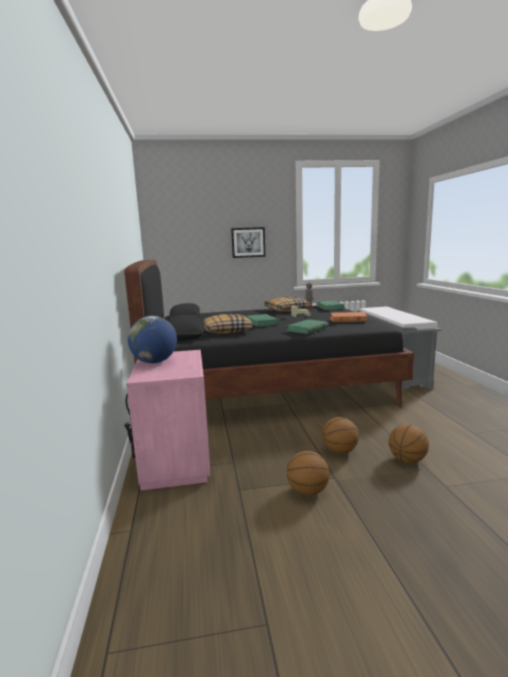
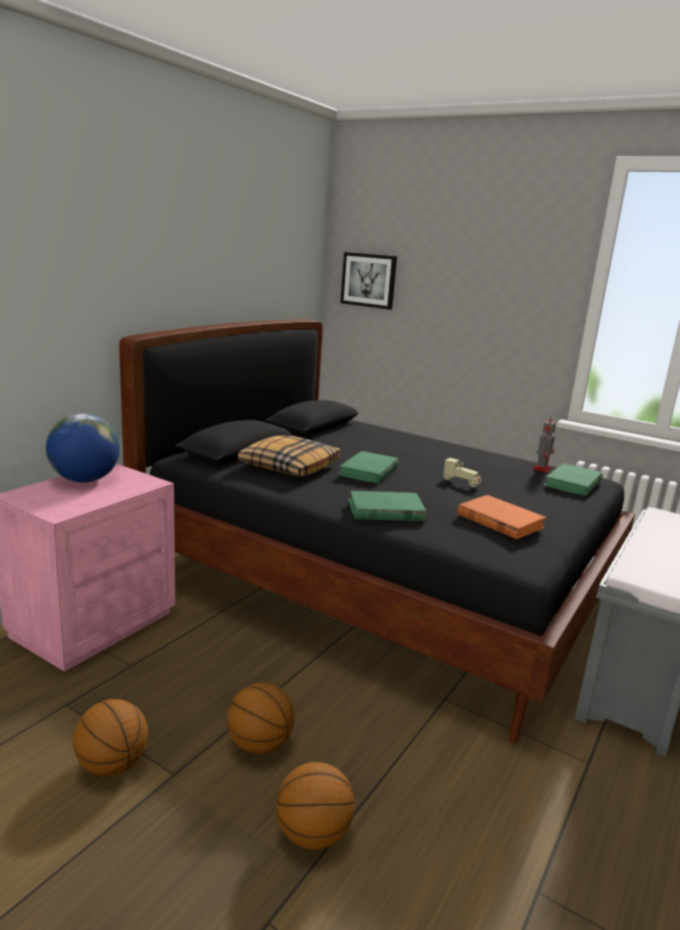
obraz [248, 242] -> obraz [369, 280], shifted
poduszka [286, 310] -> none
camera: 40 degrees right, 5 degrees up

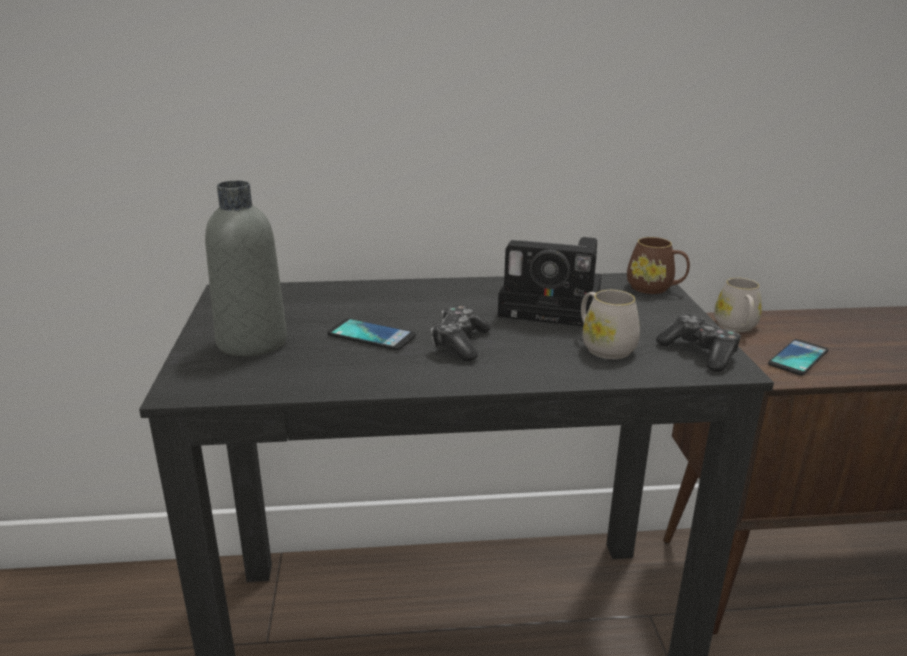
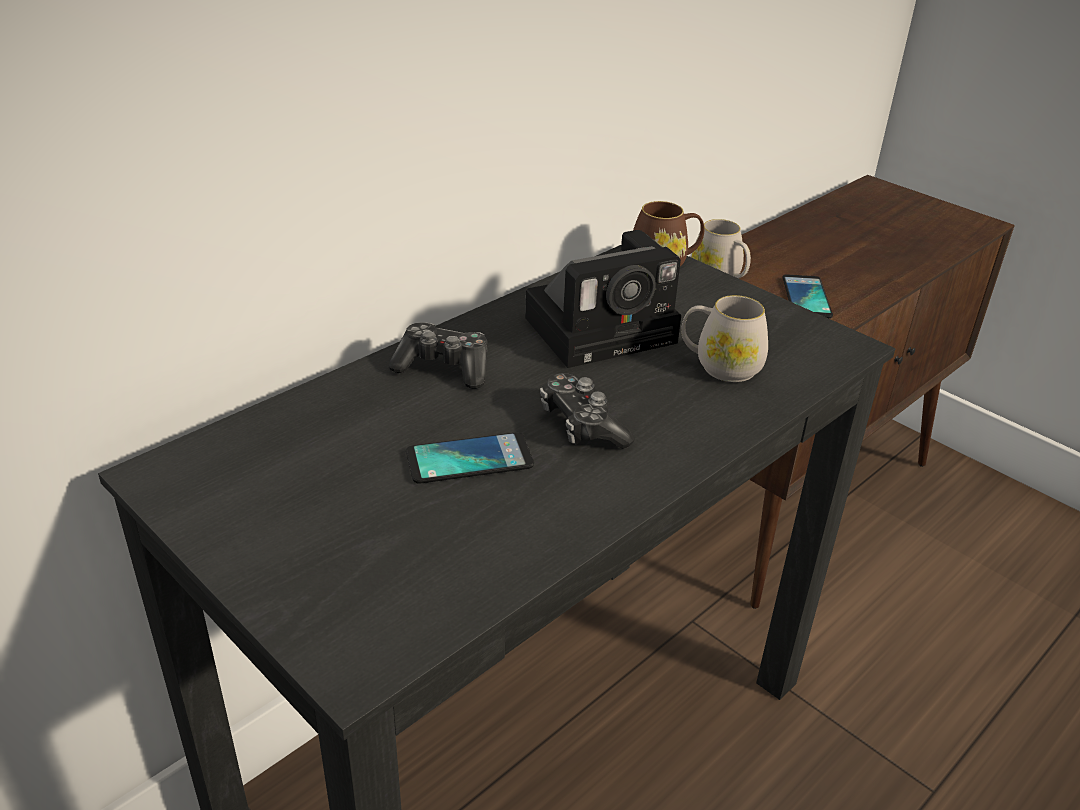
butelka [szary] [252, 342] -> none
pad do gier [699, 352] -> pad do gier [444, 367], shifted
camera: 40 degrees left, 10 degrees up

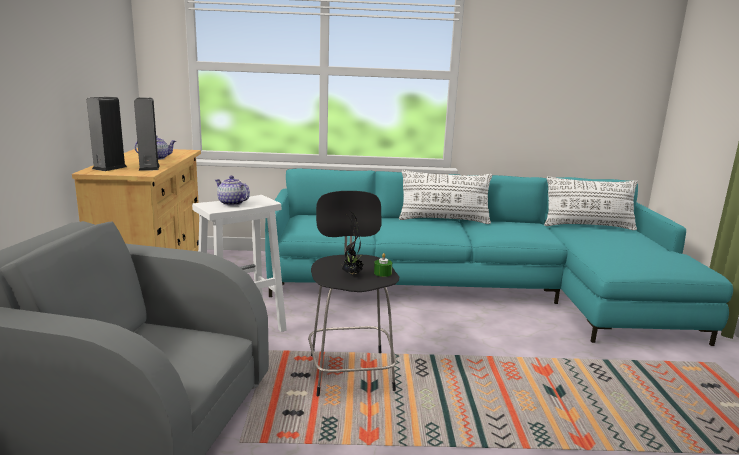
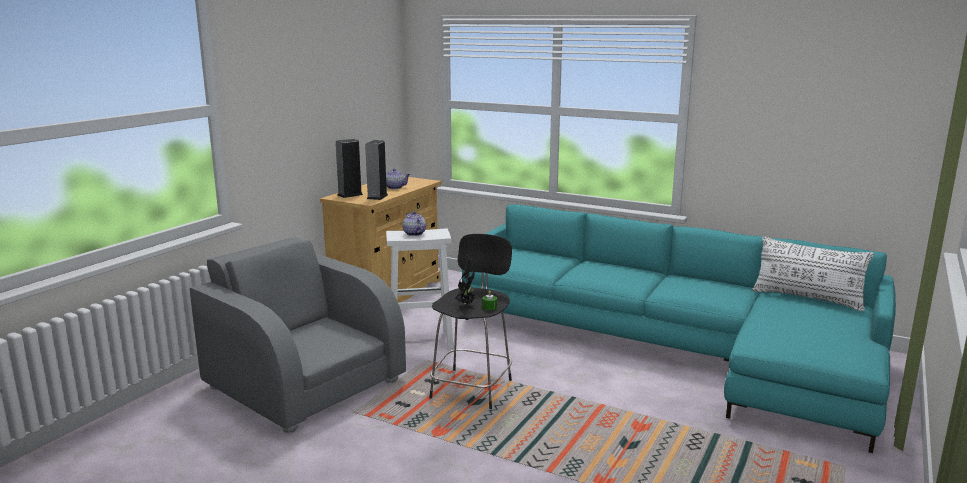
poduszka [biały] [444, 220] -> none
camera: 30 degrees right, 0 degrees up

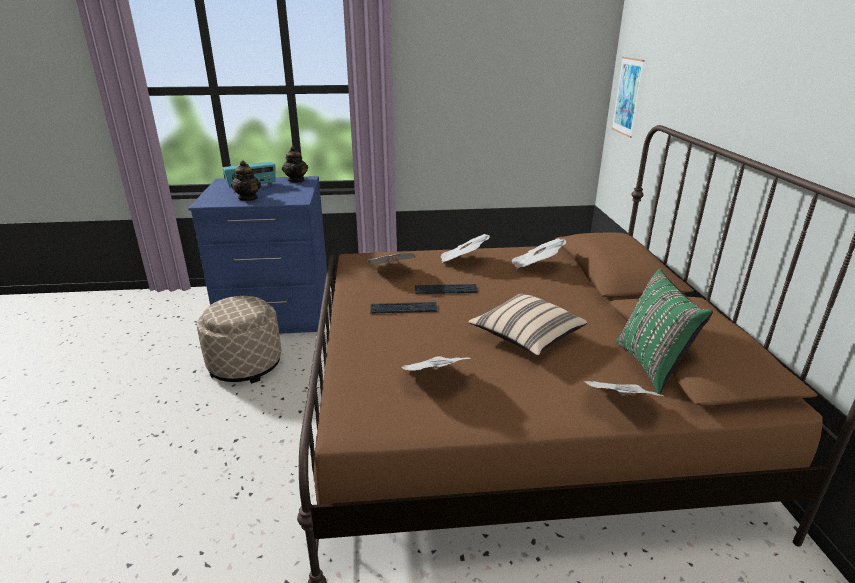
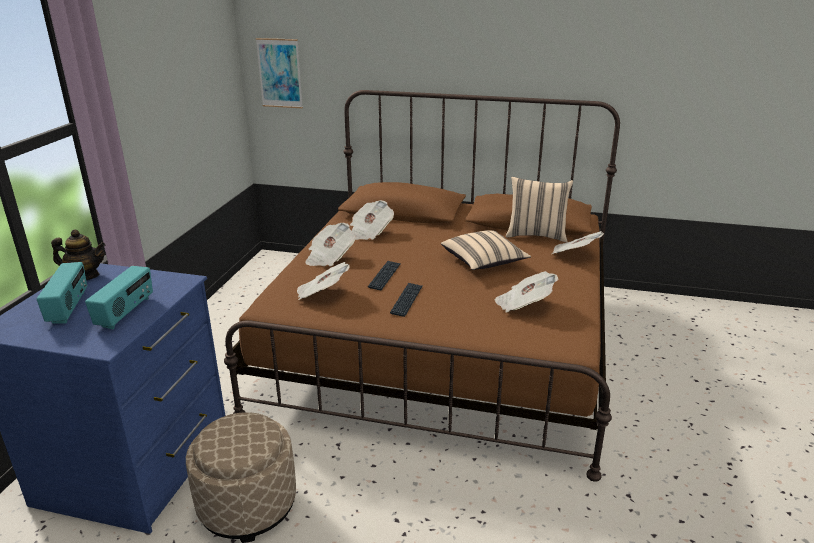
imbryk [248, 198] -> radio [126, 313]
poduszka [zielony] [652, 365] -> poduszka [beżowy] [536, 235]
camera: 70 degrees left, 0 degrees up

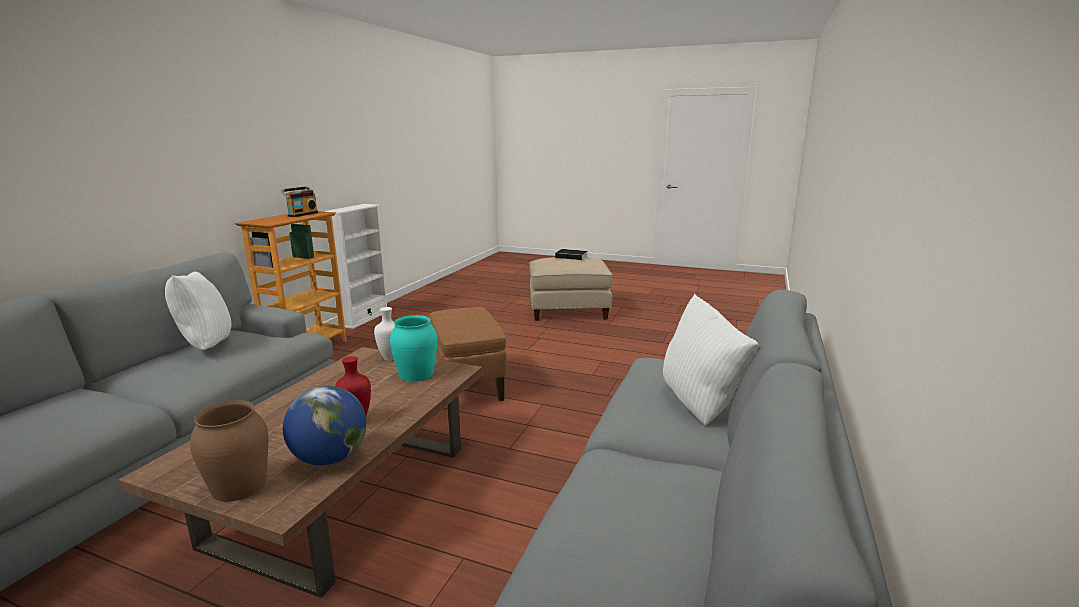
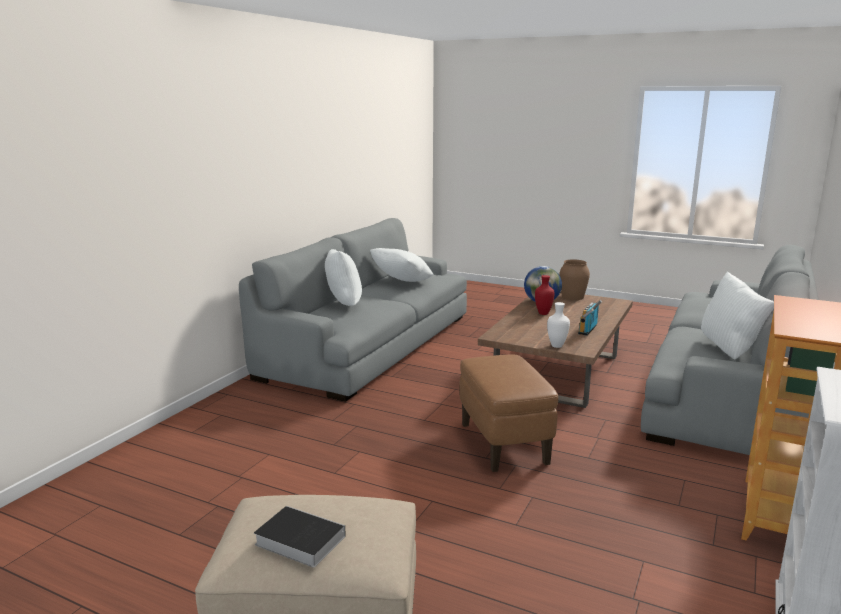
radio [302, 214] -> radio [589, 330], shifted
wazon [turkusowy] [416, 373] -> none
none -> poduszka [biały] [402, 282]
camera: 175 degrees left, 0 degrees up

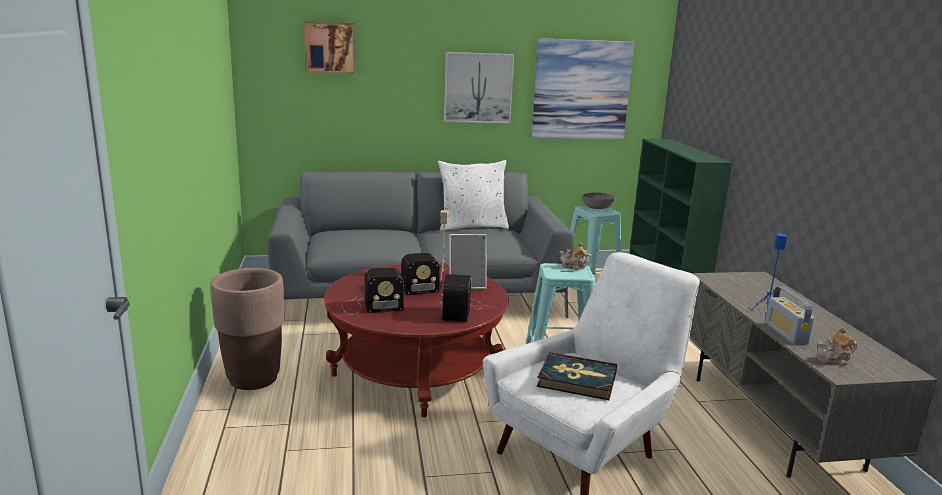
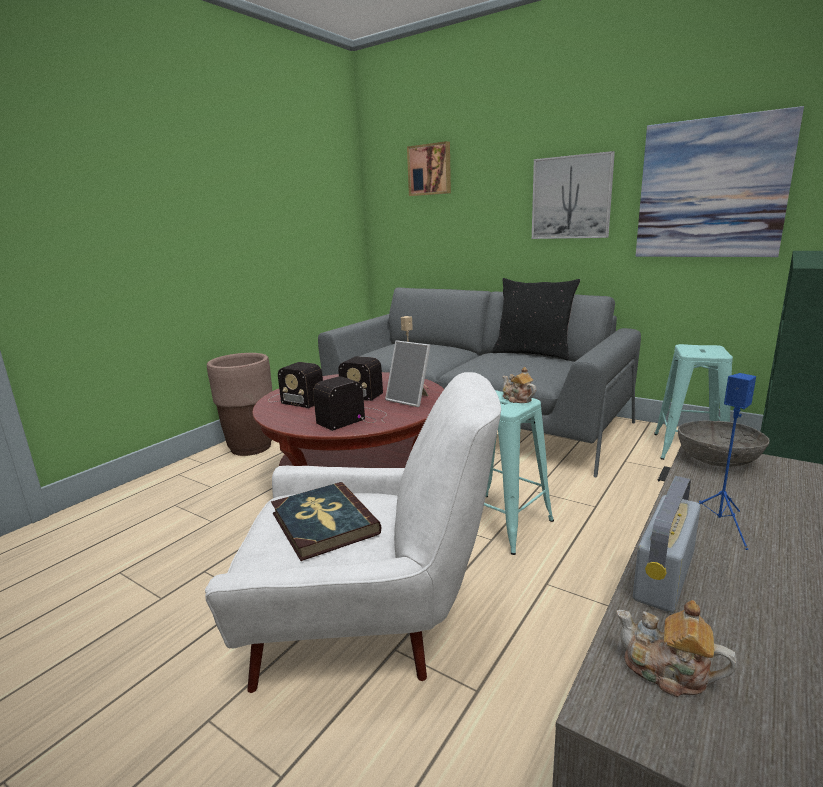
poduszka [biały] [472, 226] -> poduszka [czarny] [533, 353]
miska [szary] [597, 207] -> miska [szary] [718, 460], shifted
camera: 45 degrees right, 0 degrees up

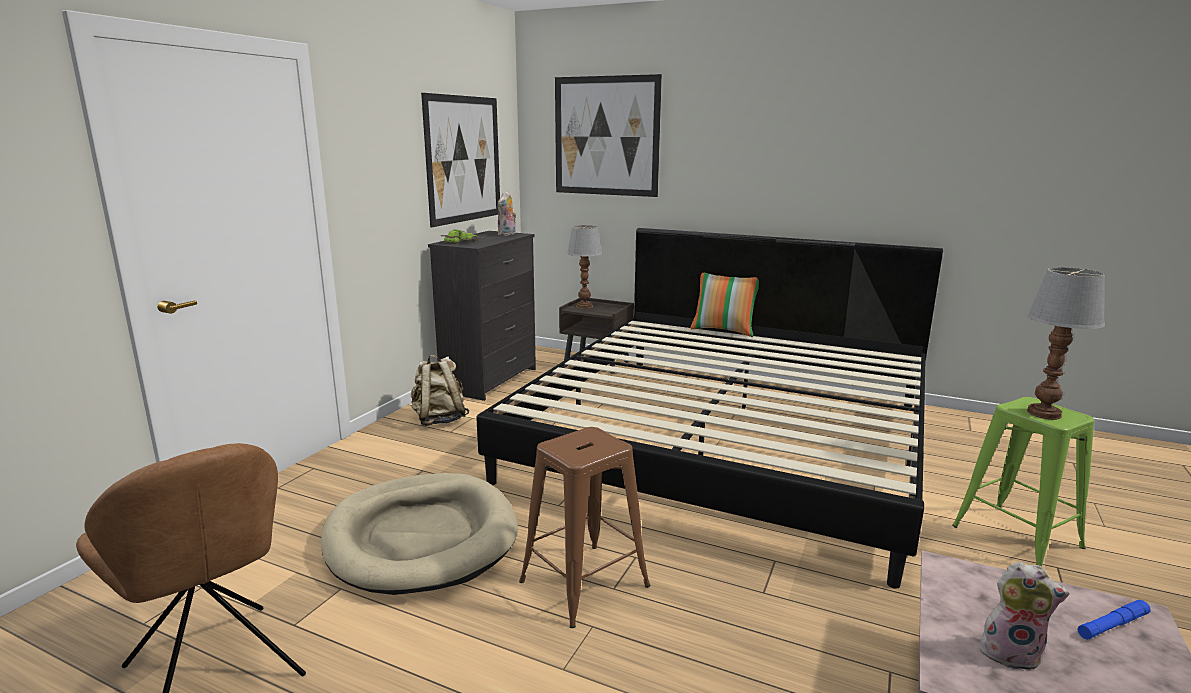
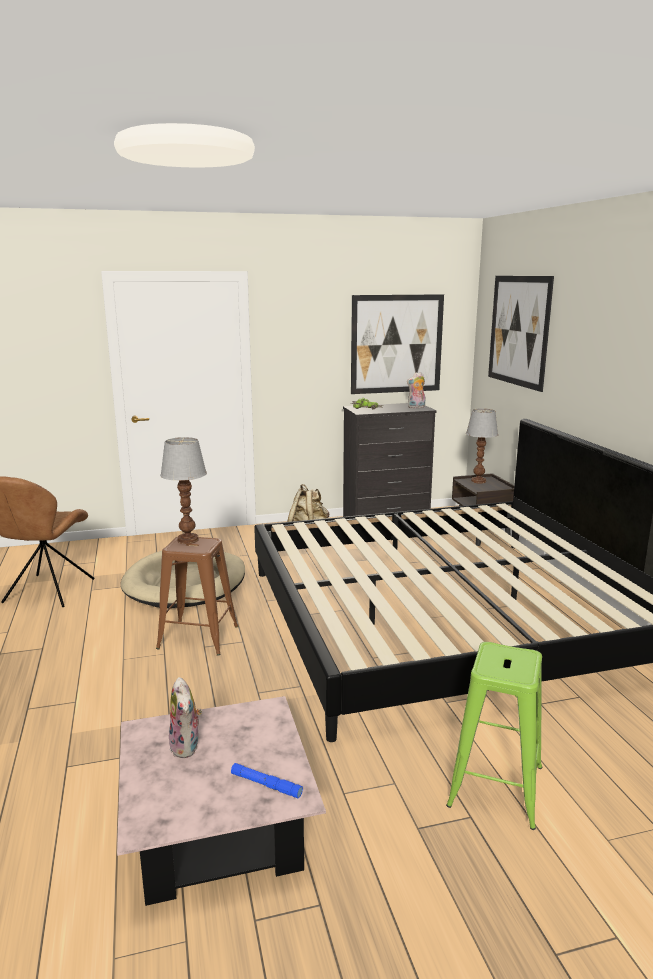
poduszka [724, 330] -> none
lampa stołowa [1045, 413] -> lampa stołowa [188, 540], shifted
camera: 50 degrees right, 0 degrees up

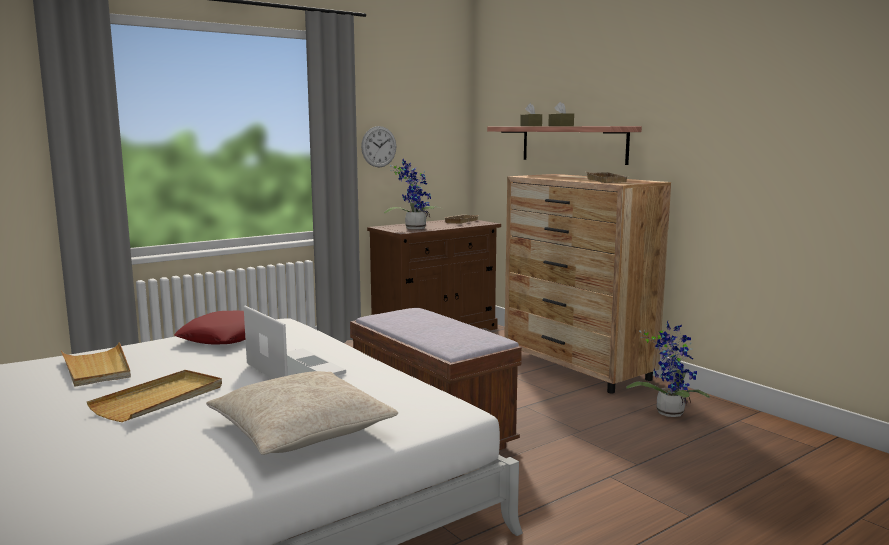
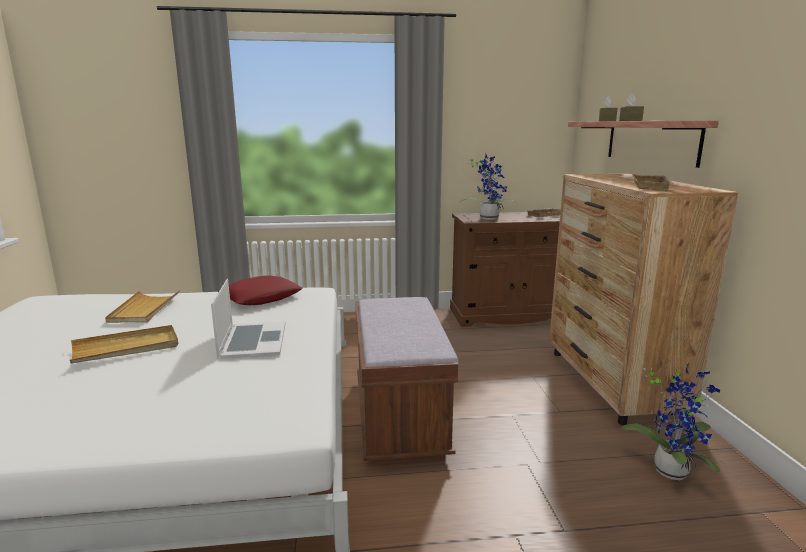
poduszka [beżowy] [301, 429] -> none
zegar ścienny [379, 146] -> none
camera: 30 degrees right, 5 degrees up

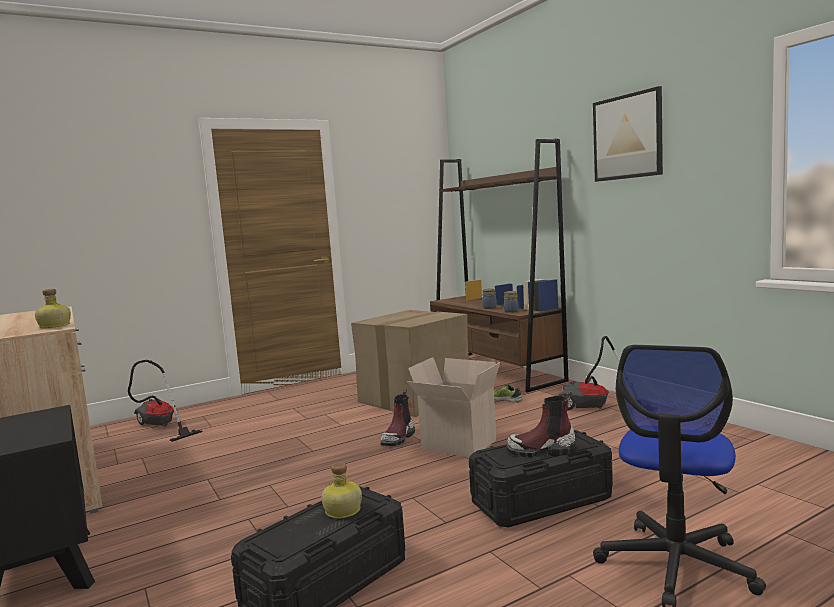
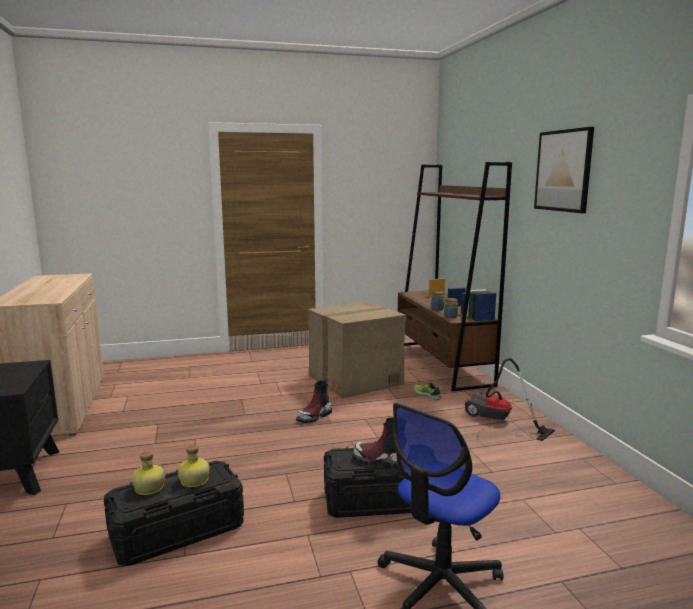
butelka [53, 326] -> butelka [148, 488], shifted
odkurzacz [160, 427] -> none
karton [457, 445] -> none
camera: 15 degrees right, 5 degrees up

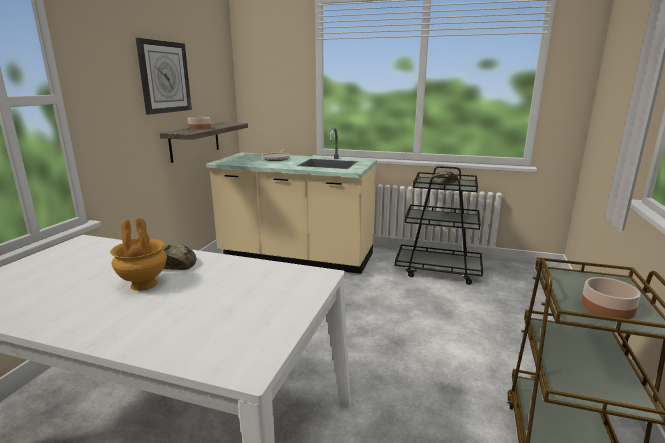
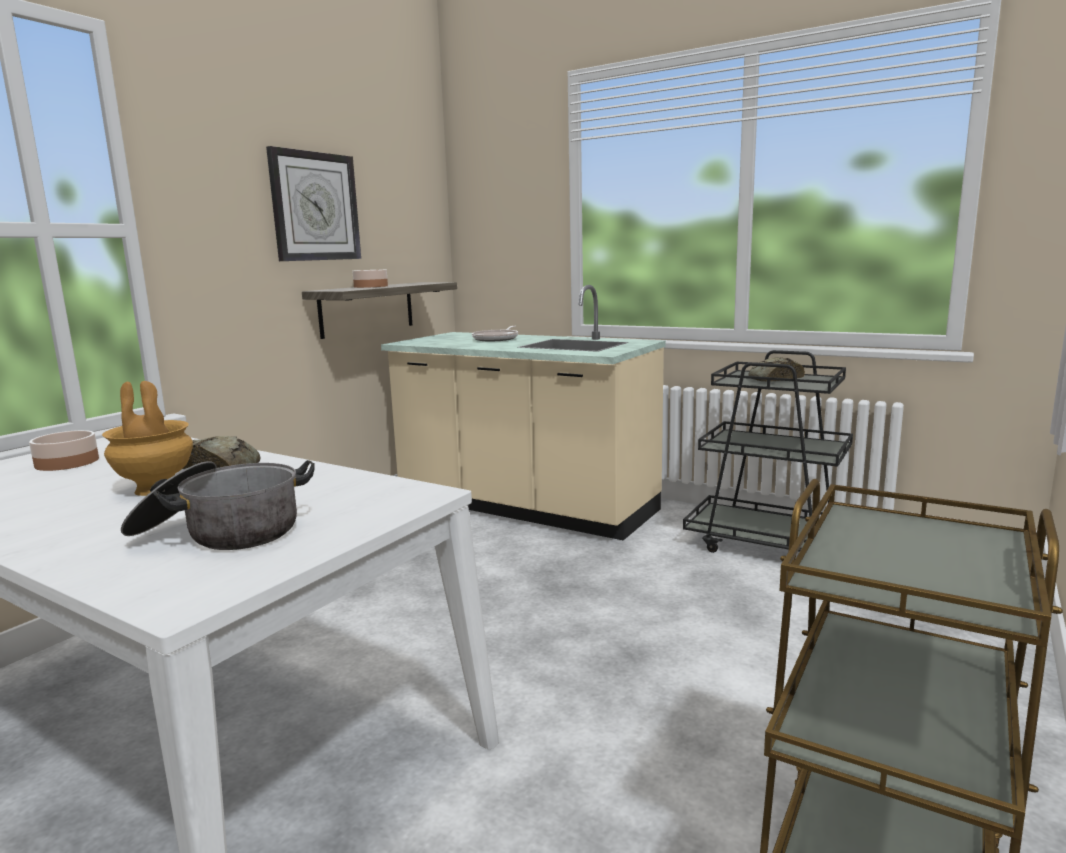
miska [606, 307] -> miska [68, 462], shifted
none -> garnek [221, 533]
camera: 15 degrees right, 5 degrees down

